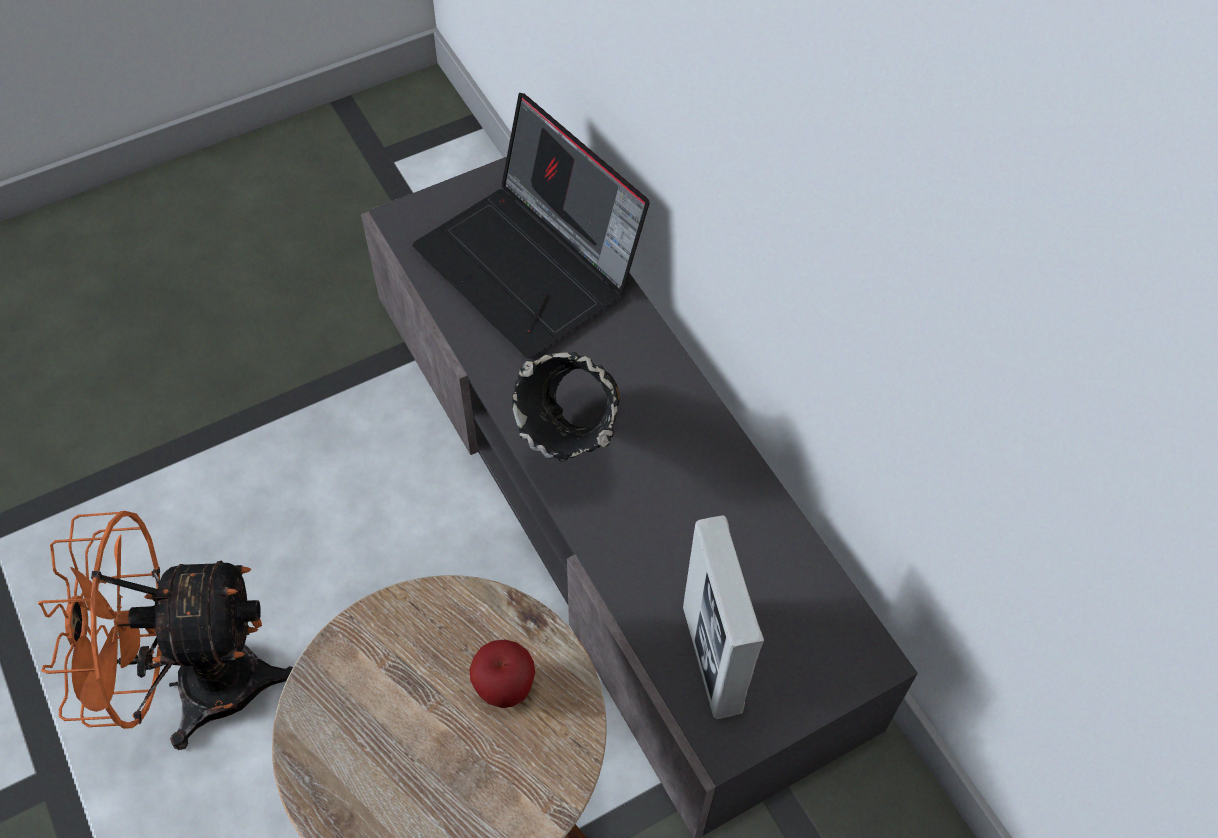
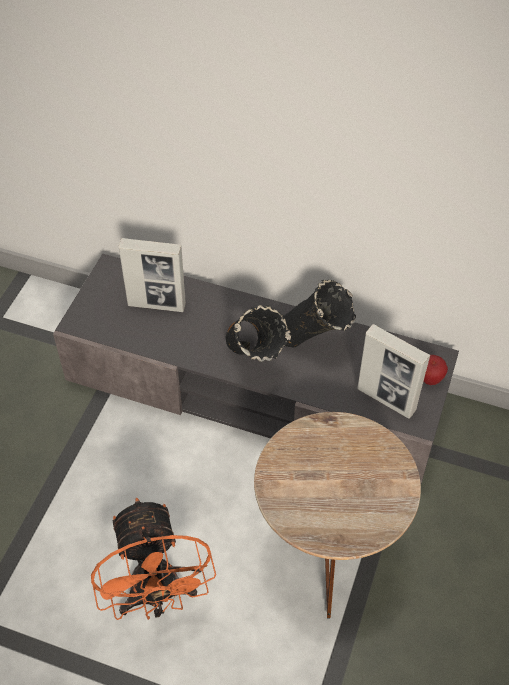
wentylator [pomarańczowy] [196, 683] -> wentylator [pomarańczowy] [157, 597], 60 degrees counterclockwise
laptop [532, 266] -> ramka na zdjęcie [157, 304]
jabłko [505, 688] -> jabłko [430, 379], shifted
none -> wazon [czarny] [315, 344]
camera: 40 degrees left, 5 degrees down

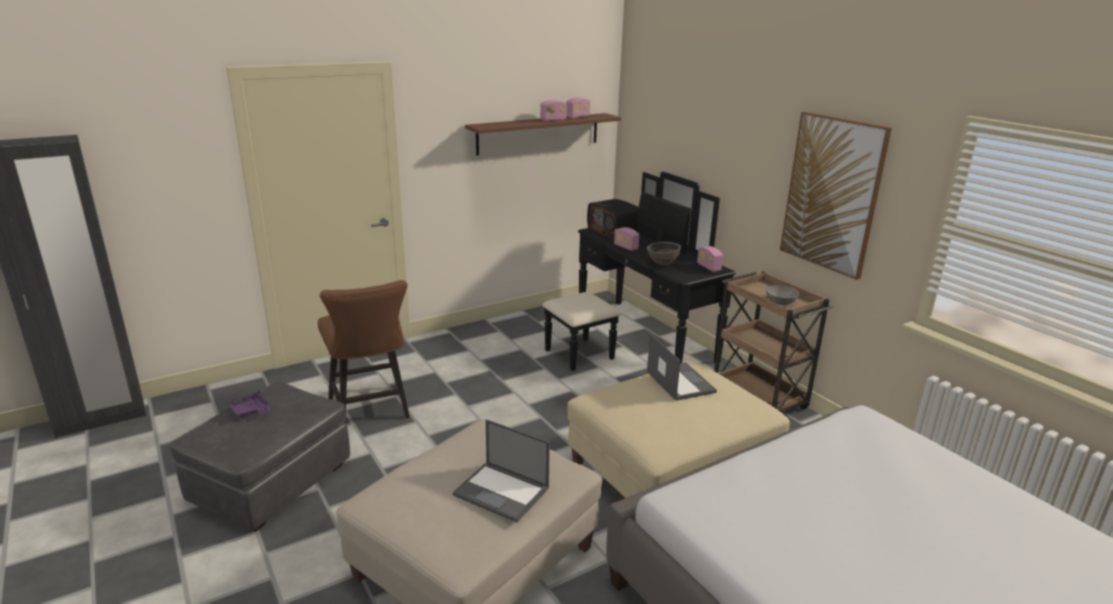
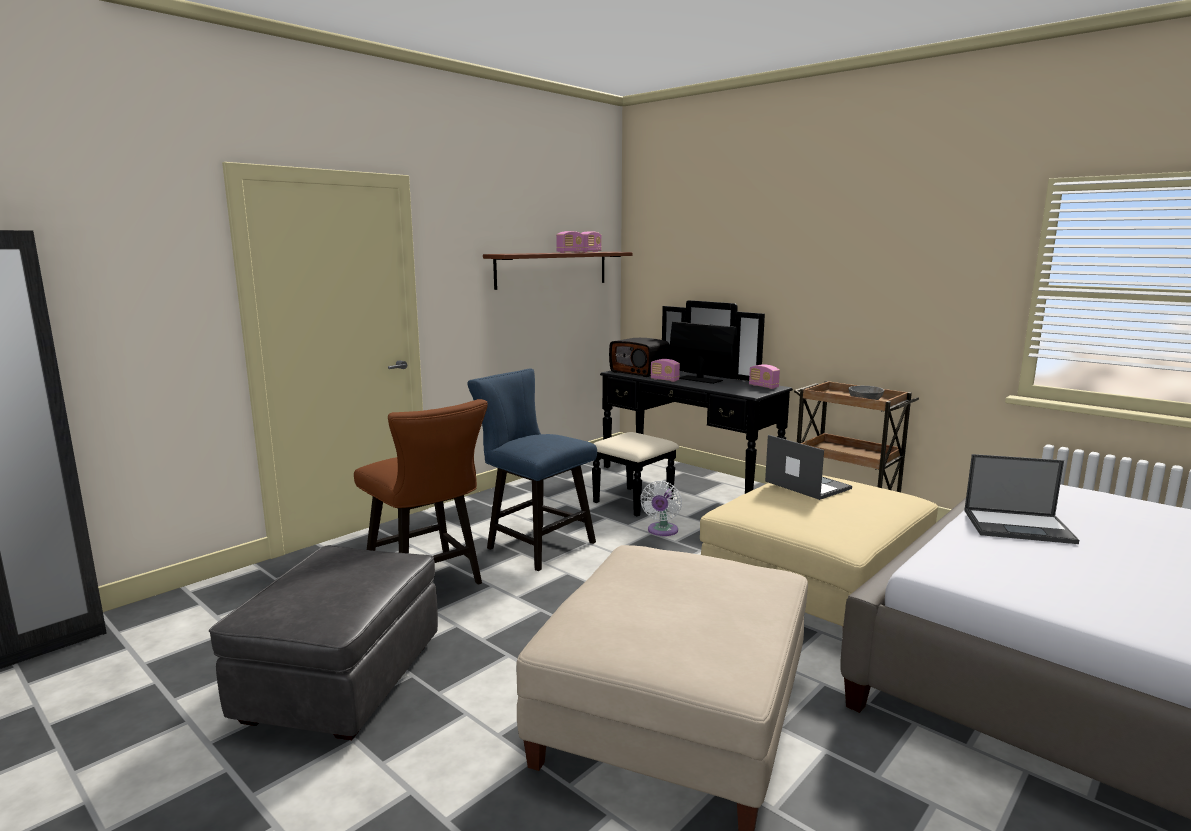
taca [fioletowy] [250, 411] -> none
laptop [502, 492] -> laptop [1019, 526], shifted
miska [brązowy] [662, 264] -> none
obraz [832, 194] -> none
none -> krzesło [niebieski] [534, 544]
none -> wentylator [biały] [662, 531]
camera: 15 degrees left, 10 degrees down

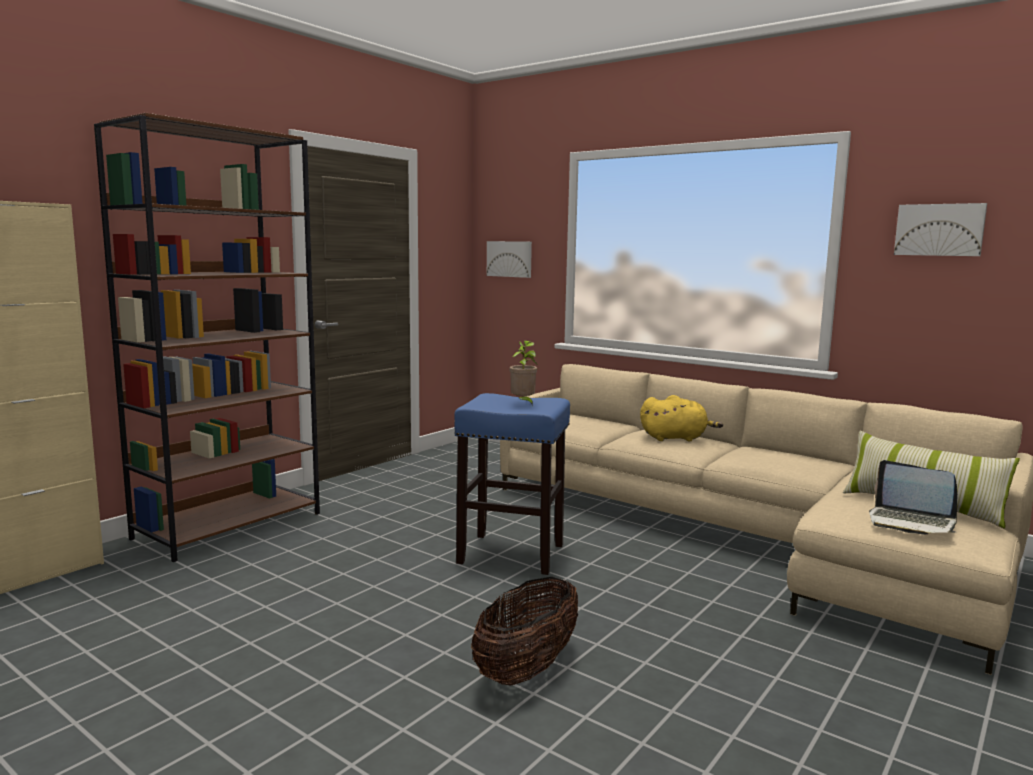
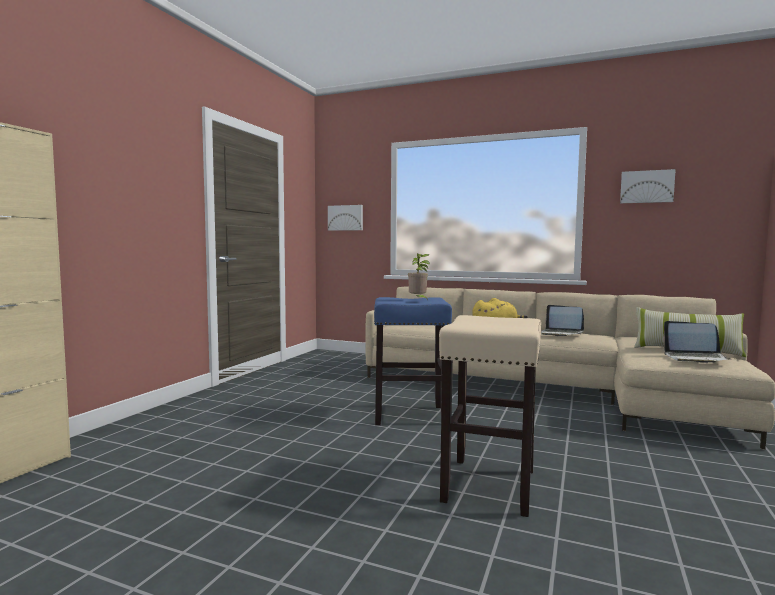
regał [brązowy] [229, 525] -> none
koszyk [526, 669] -> stołek [beżowy] [489, 486]
none -> laptop [561, 333]
camera: 15 degrees left, 5 degrees down

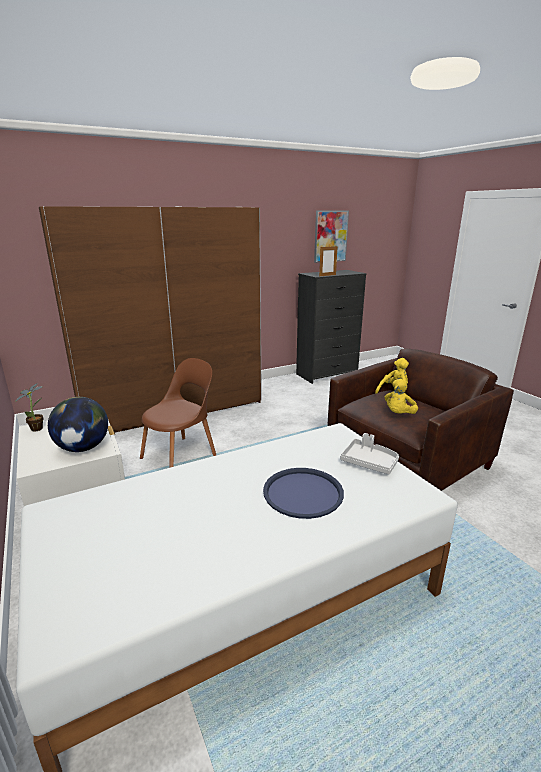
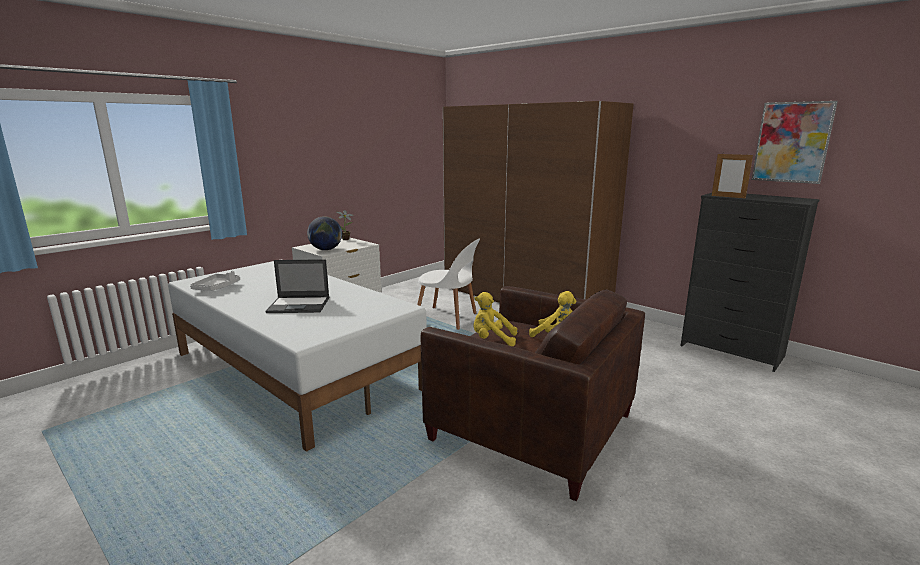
krzesło [brązowy] [181, 455] -> krzesło [biały] [448, 318]
taca [niebieski] [303, 493] -> laptop [299, 305]
taca [szary] [369, 462] -> taca [szary] [217, 287], shifted
camera: 70 degrees right, 5 degrees down

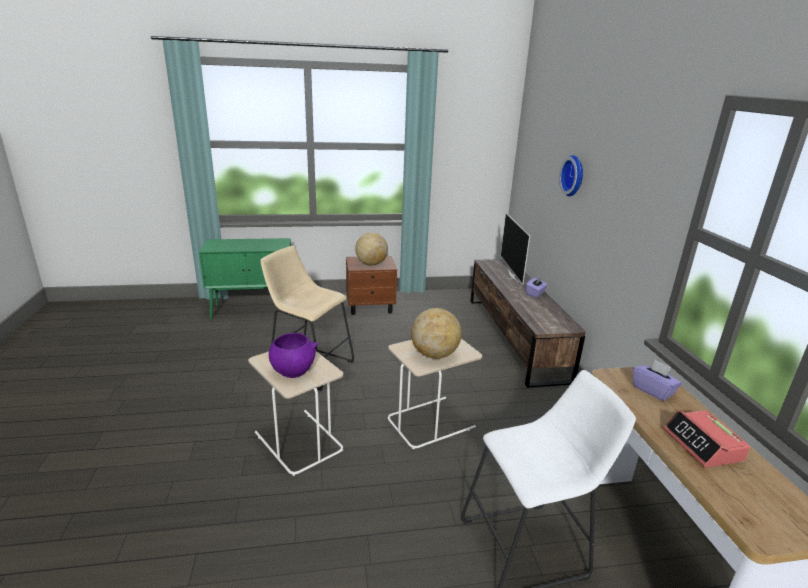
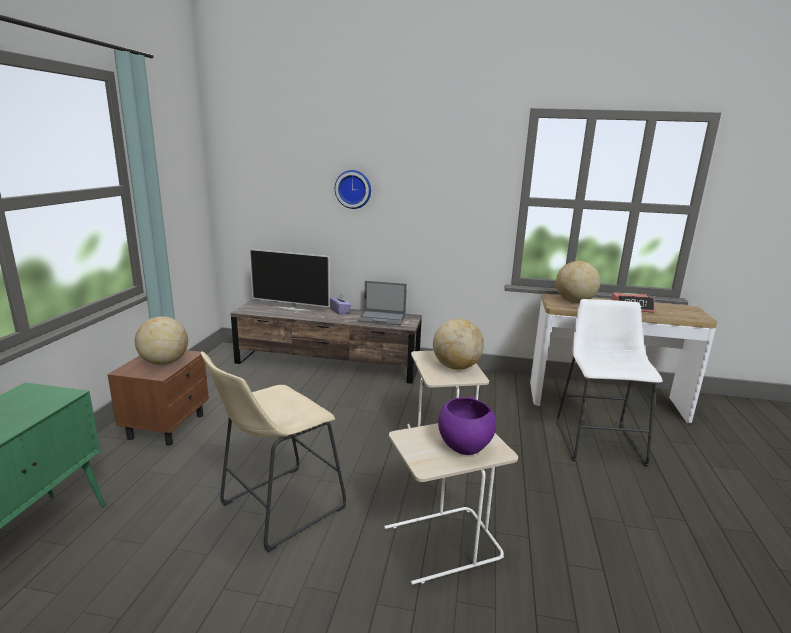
pudełko chusteczek [fioletowy] [653, 390] -> globus [574, 302]
none -> laptop [382, 318]
camera: 70 degrees left, 5 degrees down

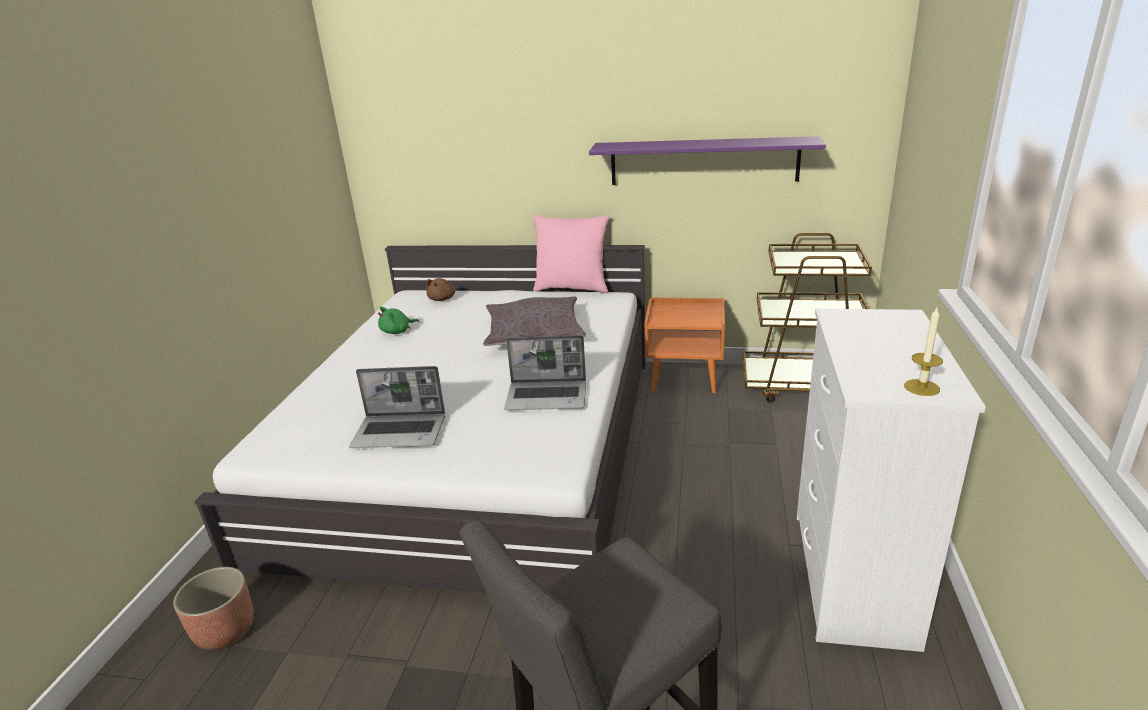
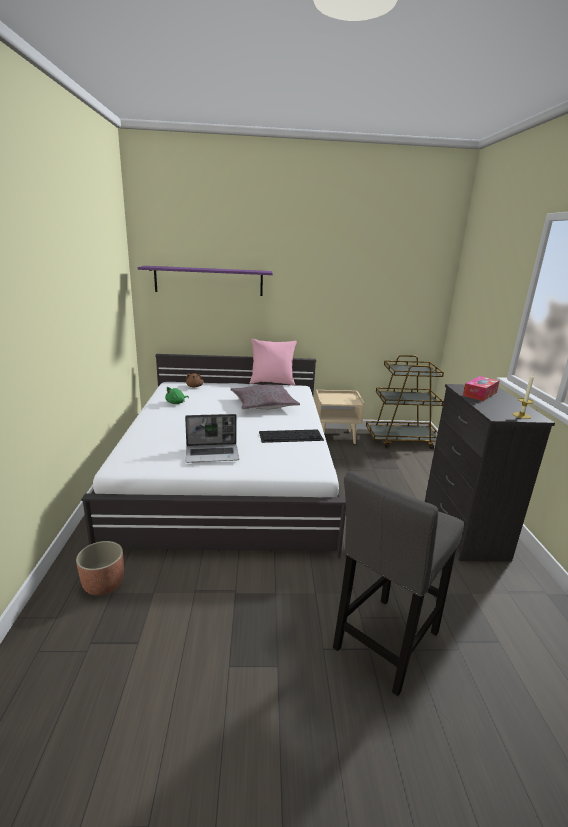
laptop [547, 397] -> klawiatura [291, 436]
półka [fioletowy] [703, 161] -> półka [fioletowy] [208, 281], shifted
szafka nocna [pomarańczowy] [685, 379] -> szafka nocna [beżowy] [335, 437]
komoda [biały] [851, 578] -> komoda [czarny] [463, 530]
none -> pudełko chusteczek [480, 394]
camera: 15 degrees left, 5 degrees down

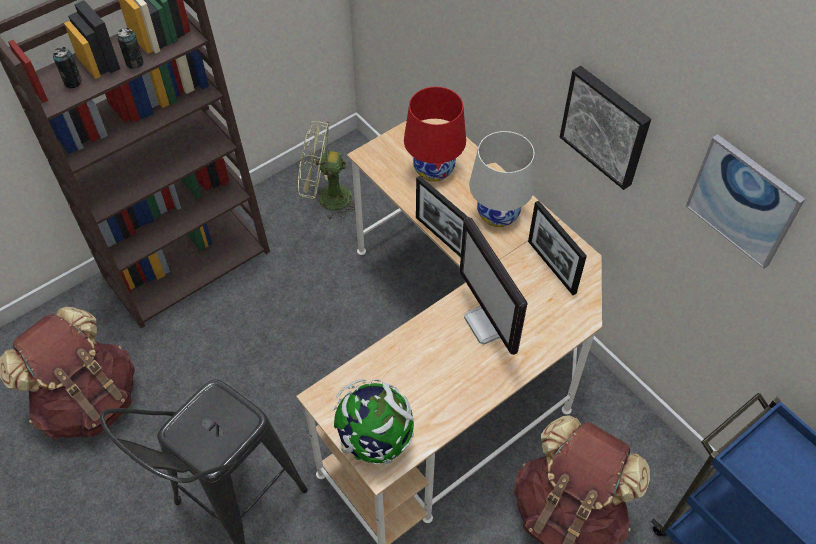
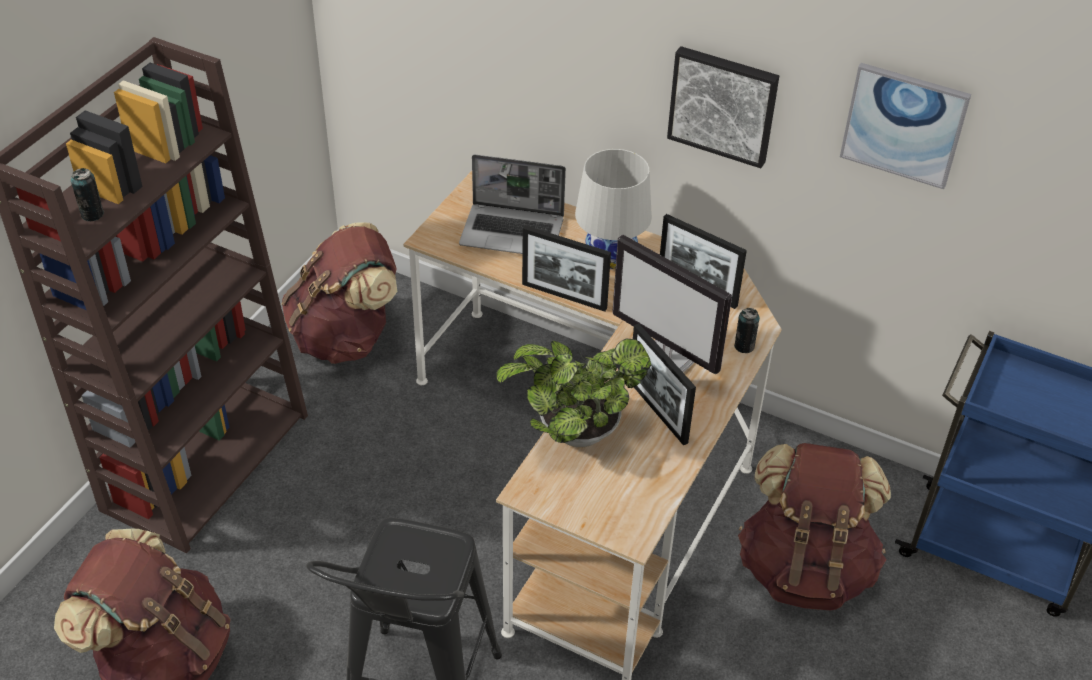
puszka [135, 63] -> puszka [744, 346], shifted
wentylator [zielony] [326, 198] -> plecak [brązowy] [346, 337]
globus [374, 440] -> none
lampa stołowa [czerwony] [434, 170] -> laptop [513, 232]
none -> roślina doniczkowa [573, 433]
none -> ramka na zdjęcie [657, 411]
camera: 25 degrees left, 10 degrees down

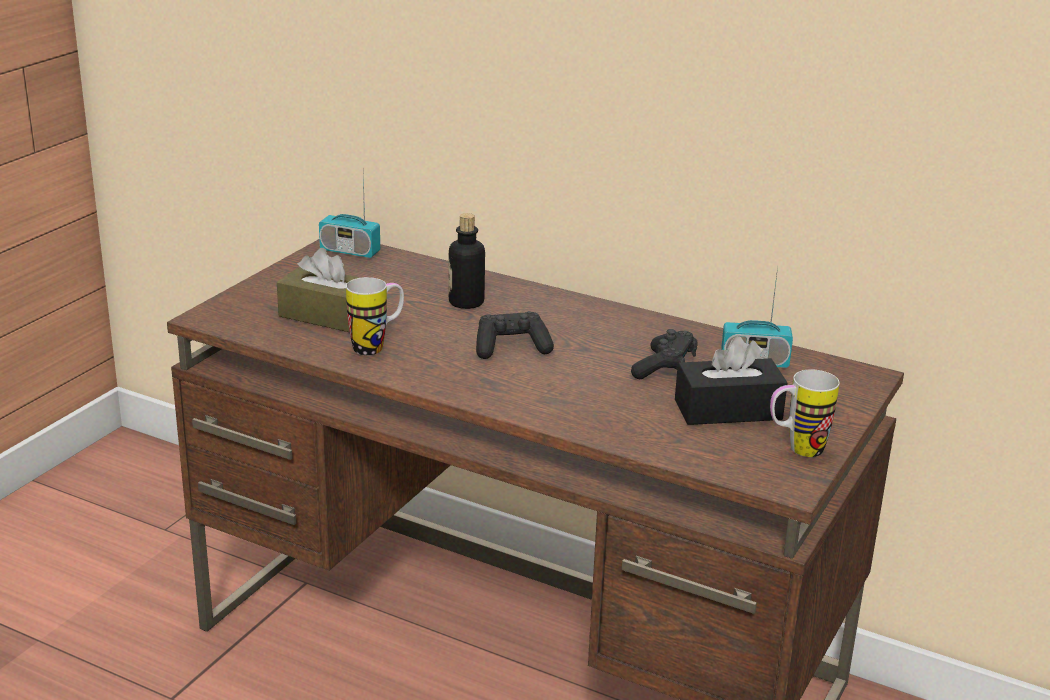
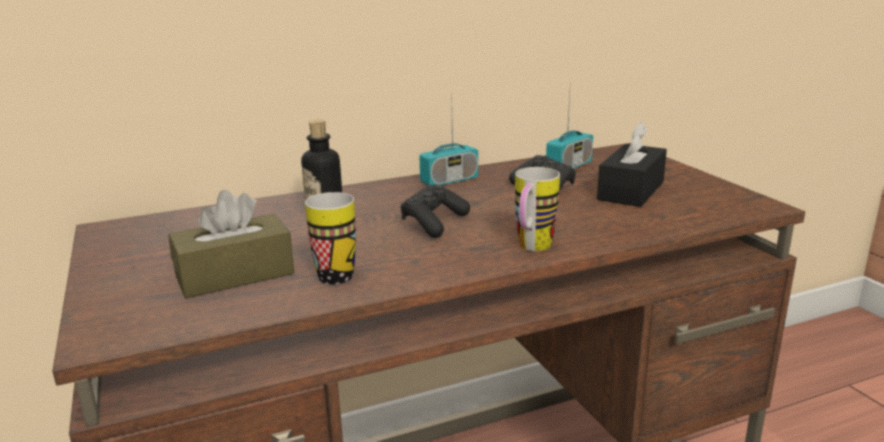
radio [350, 251] -> radio [449, 180], shifted
kubek [796, 450] -> kubek [531, 249], shifted
camera: 50 degrees left, 5 degrees down

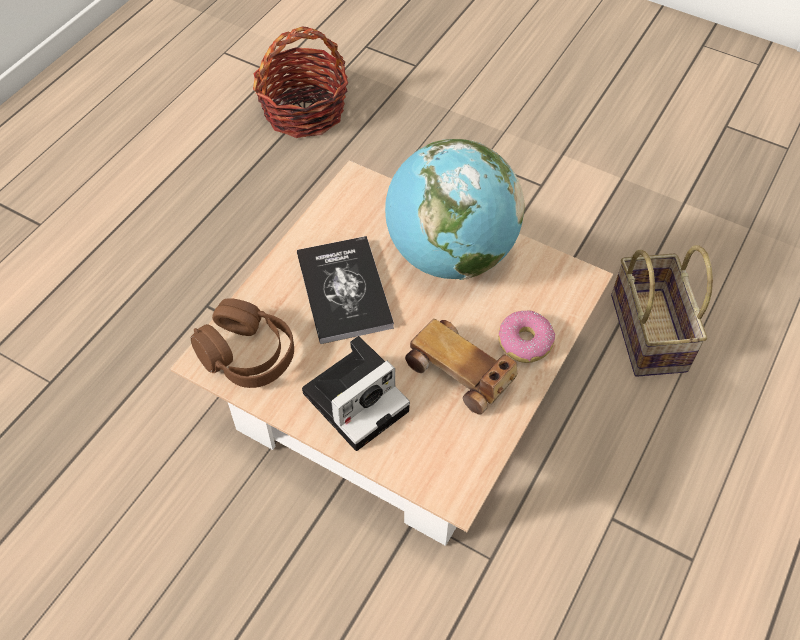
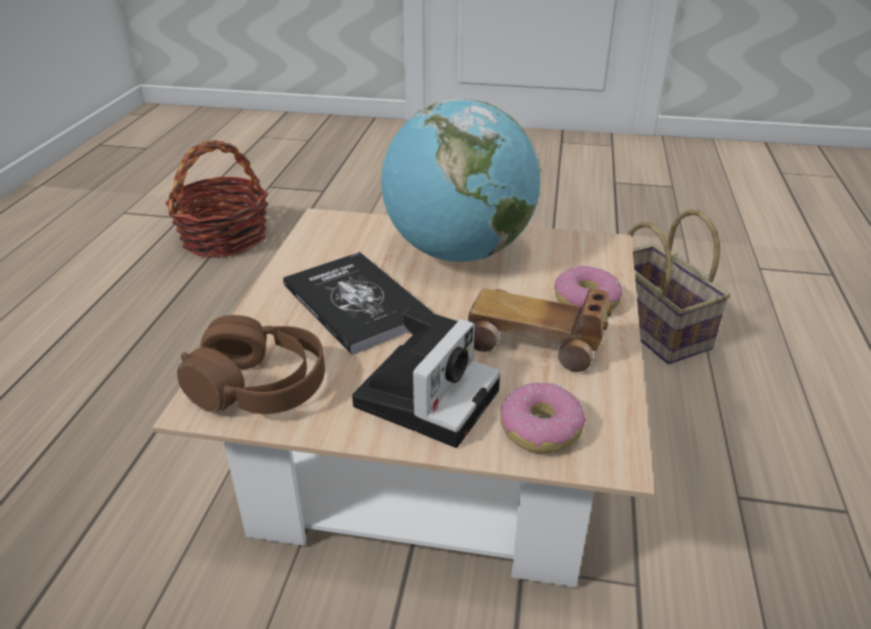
none -> donut [540, 428]
camera: 20 degrees left, 20 degrees down

